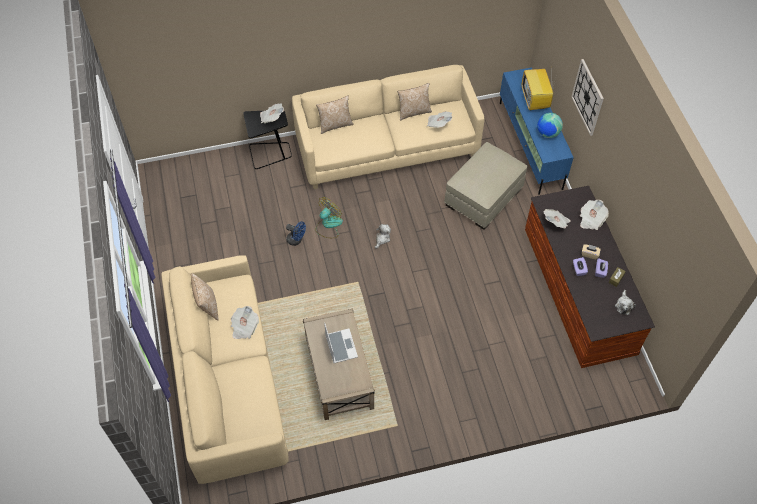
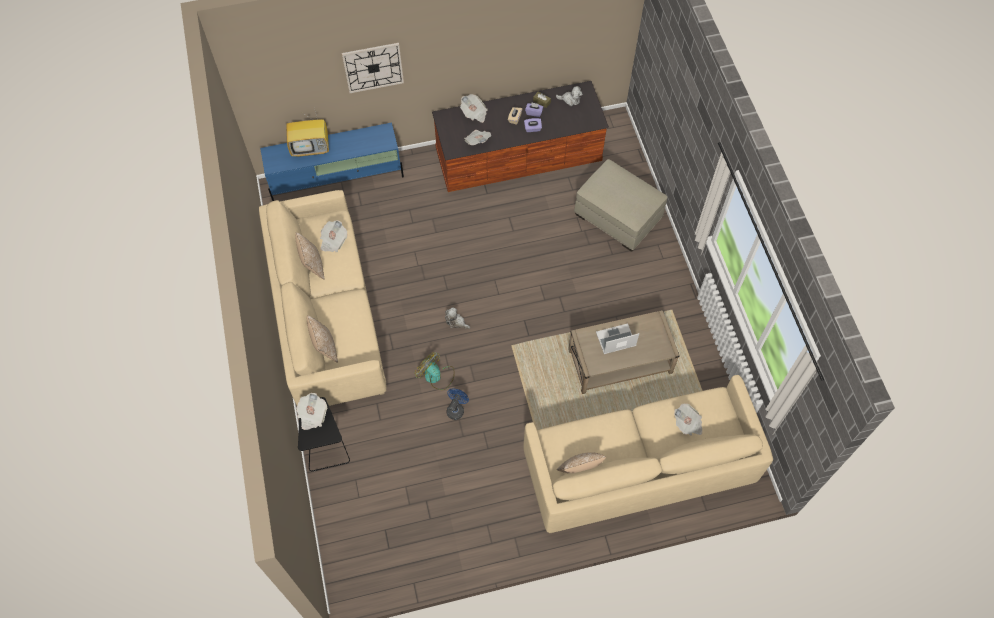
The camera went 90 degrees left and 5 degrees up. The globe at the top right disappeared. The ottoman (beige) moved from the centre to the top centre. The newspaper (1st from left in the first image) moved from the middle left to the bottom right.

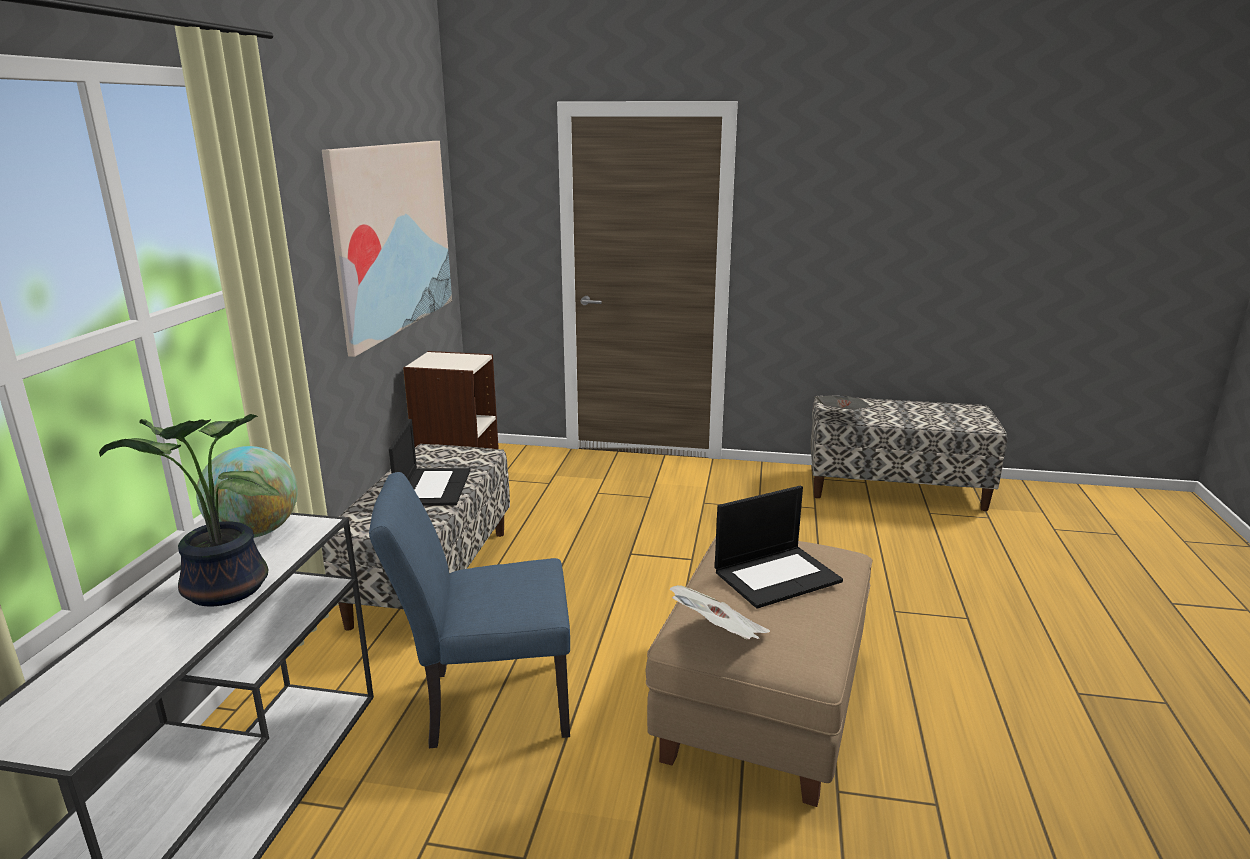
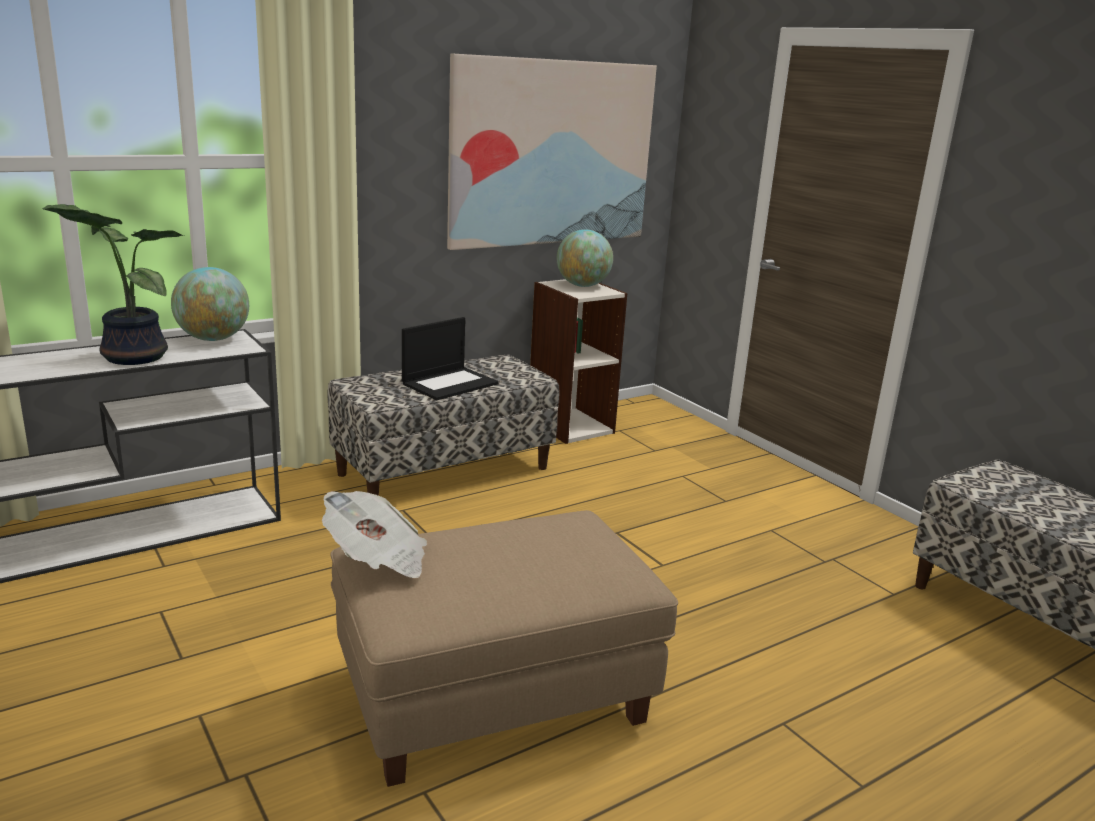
The camera went 45 degrees right and 0 degrees up. The newspaper (2nd from left) at the middle right disappeared. The chair (blue) at the bottom centre disappeared. The laptop (2nd from left) at the centre disappeared. The globe (2nd from left) at the top centre appeared.

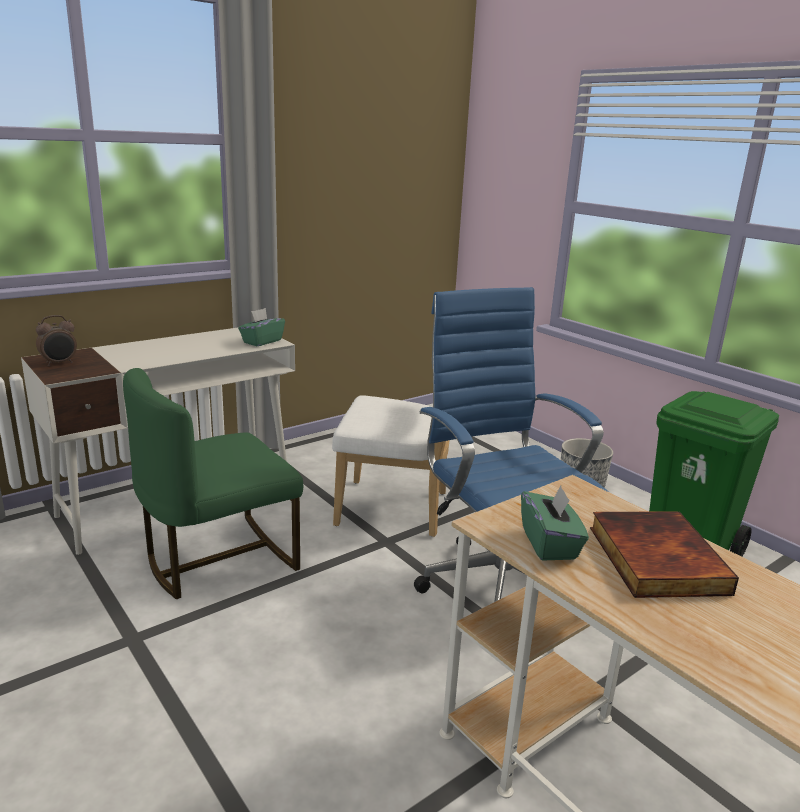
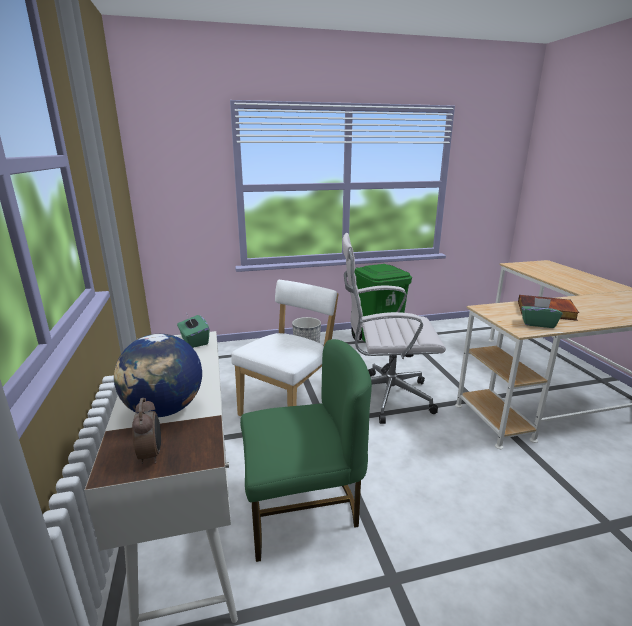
The camera went 65 degrees left and 0 degrees up. The office chair (blue) at the centre became the office chair (white) at the centre. The chair (green) at the middle left turned 90 degrees counterclockwise. The globe at the middle left appeared.

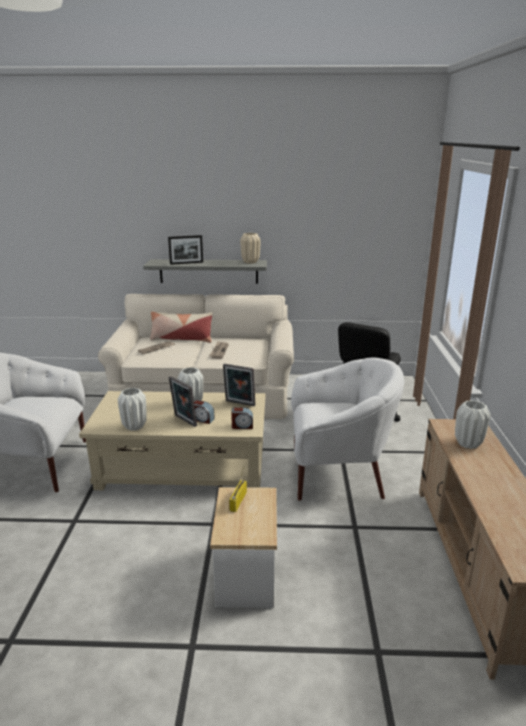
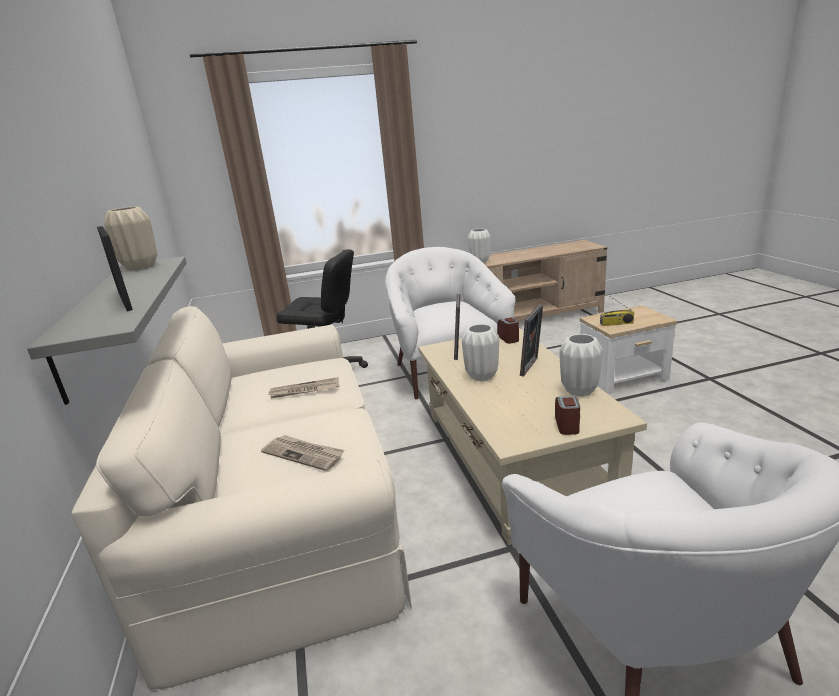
The camera went 105 degrees left and 0 degrees up. The pillow at the centre disappeared. The alarm clock (1st from left in the first image) moved from the centre to the middle right.

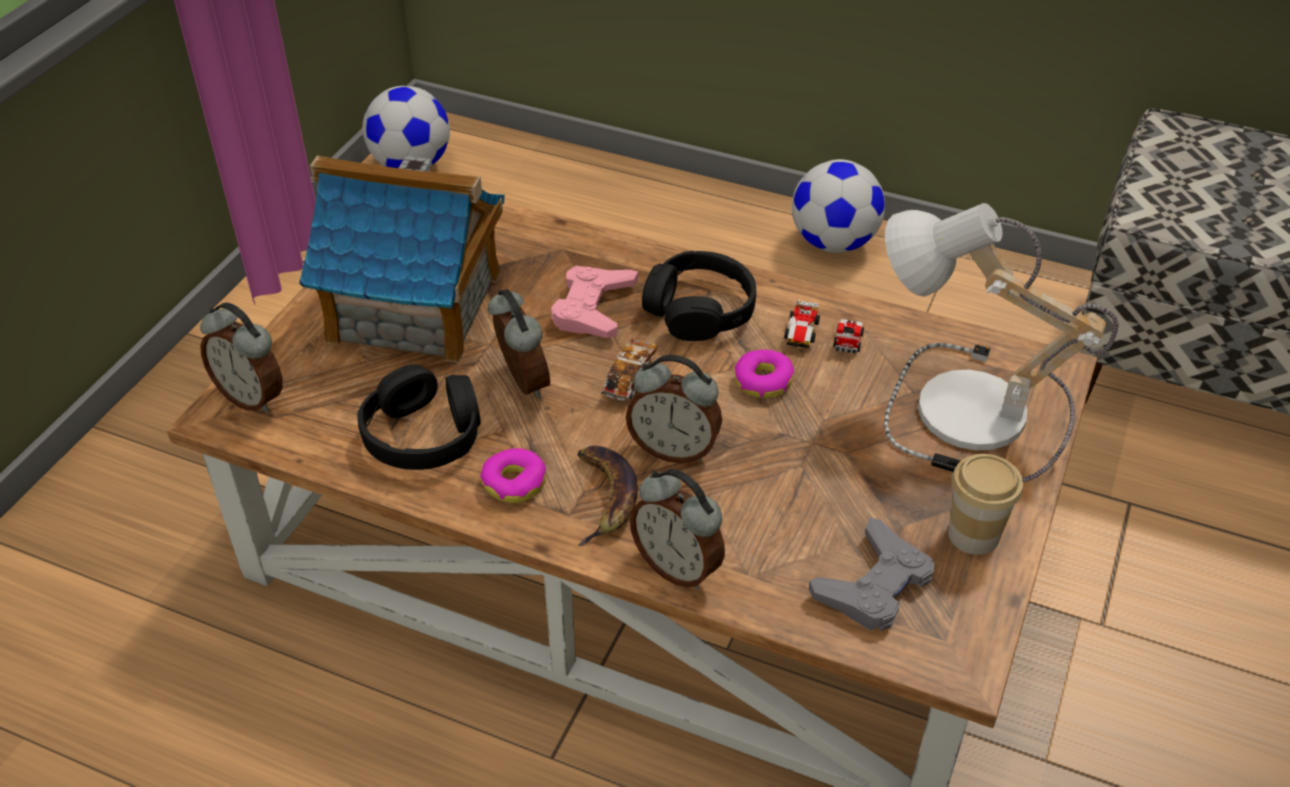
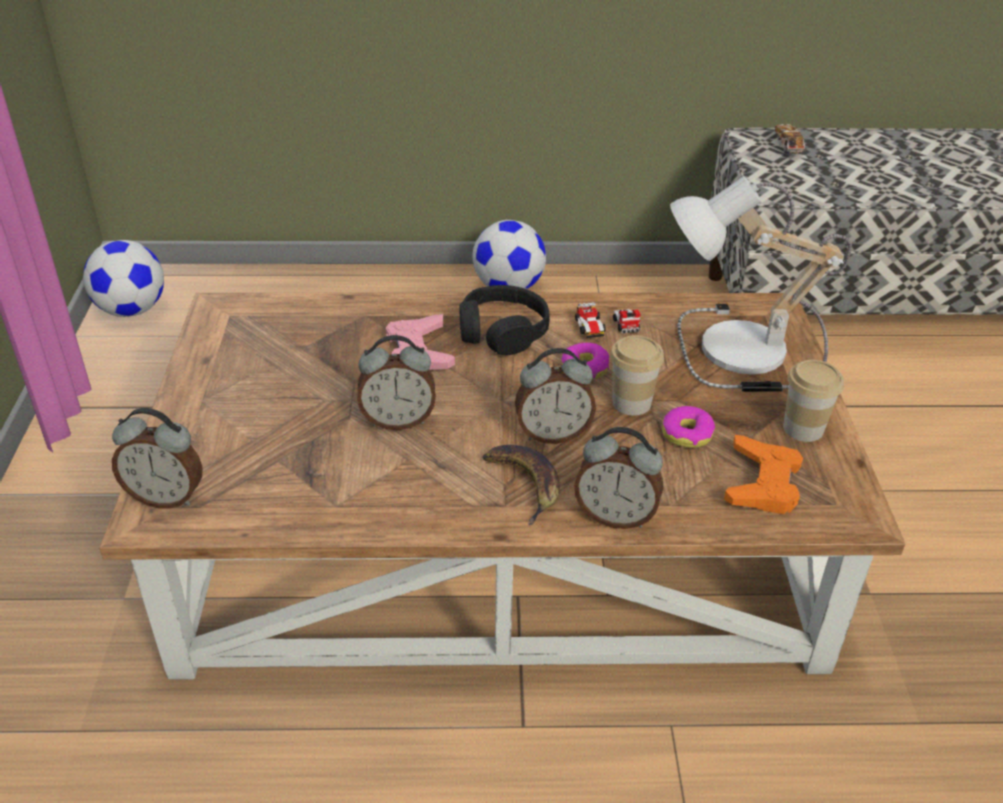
The camera went 25 degrees left and 5 degrees down. The toy house at the top left disappeared. The alarm clock (2nd from left) at the centre turned 135 degrees clockwise. The toy car (1st from left in the first image) moved from the centre to the top right. The headphones (black) (1st from left) at the middle left disappeared. The donut (1st from left in the first image) moved from the centre to the middle right. The game controller (grey) at the bottom right became the game controller (orange) at the middle right. The cup (1st from left) at the centre appeared.

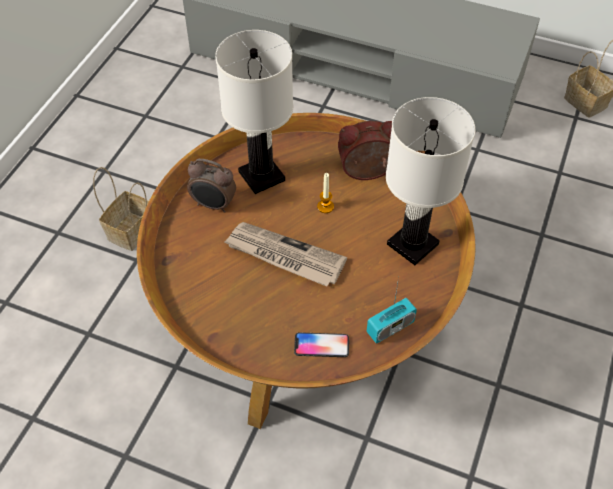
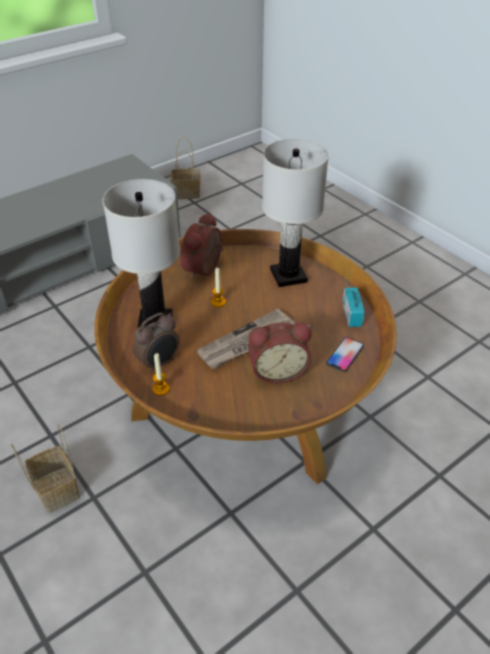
The camera went 60 degrees left and 10 degrees down. The alarm clock (3rd from left) at the centre appeared. The candle (1st from left) at the middle left appeared.

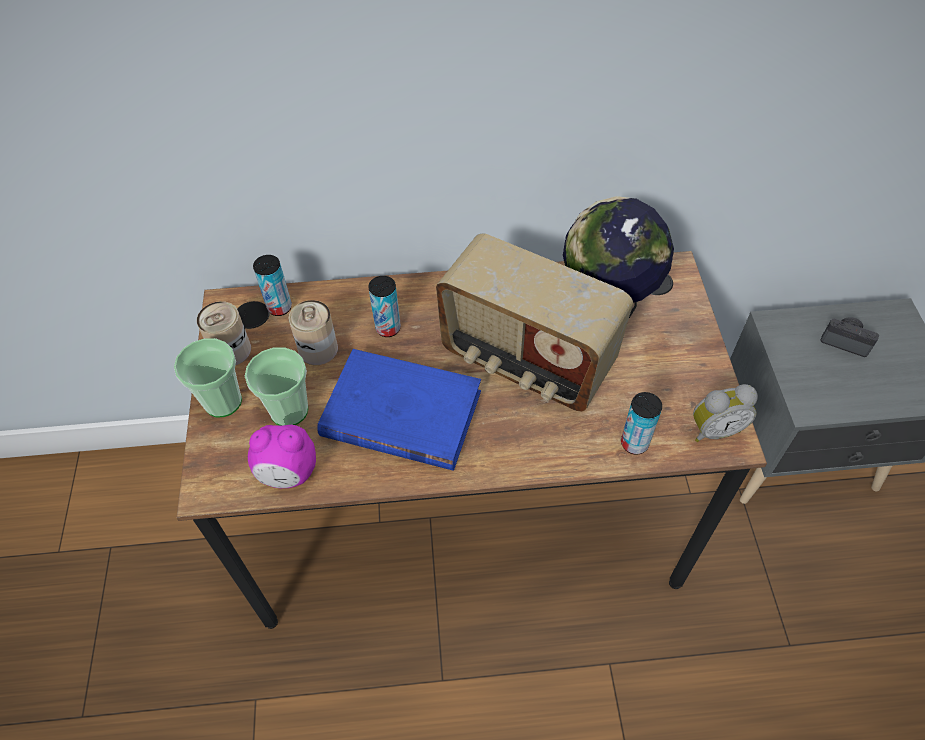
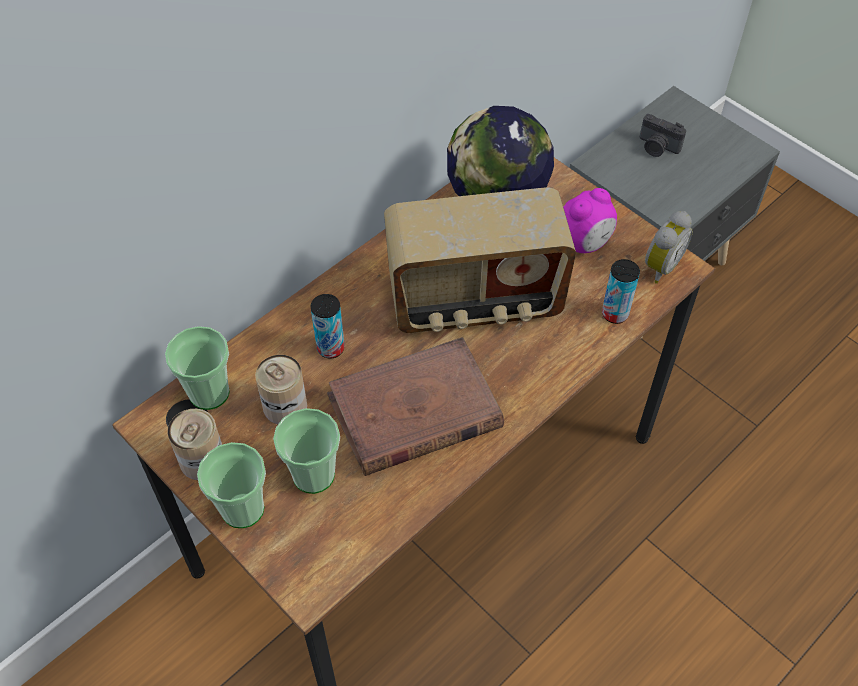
The camera went 40 degrees left and 0 degrees up. The can (2nd from left) at the middle left was replaced by the cup (1st from left) at the middle left. The photo camera at the middle right turned 135 degrees counterclockwise. The book (blue) at the centre became the book (brown) at the centre. The alarm clock (1st from left) moved from the middle left to the top right.

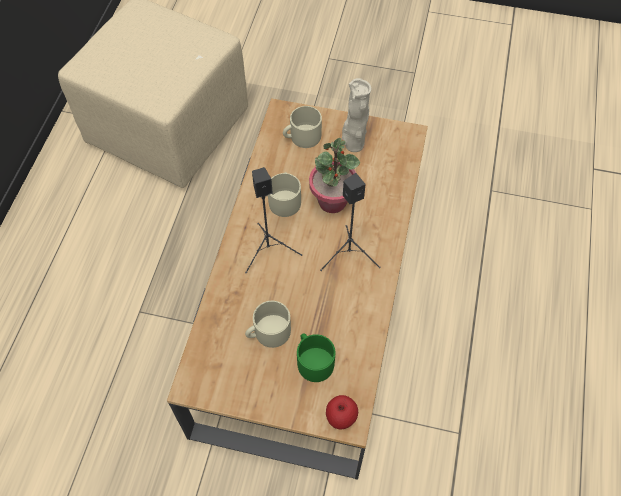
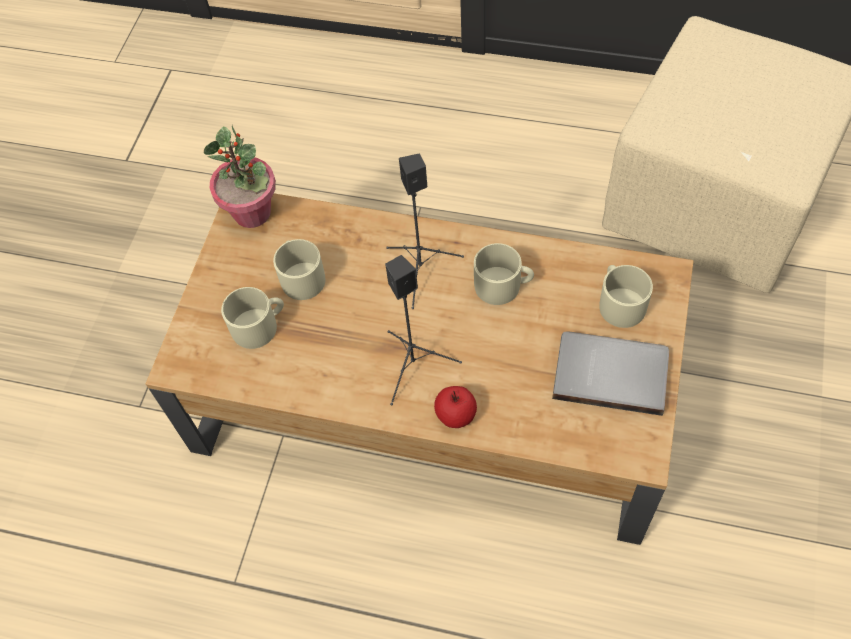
The camera went 95 degrees right and 0 degrees up. The vase (beige) at the top centre was replaced by the book (grey) at the middle right. The potted plant moved from the centre to the top left. The mug (green) at the bottom centre became the mug (beige) (1st from left) at the middle left. The apple moved from the bottom centre to the centre.

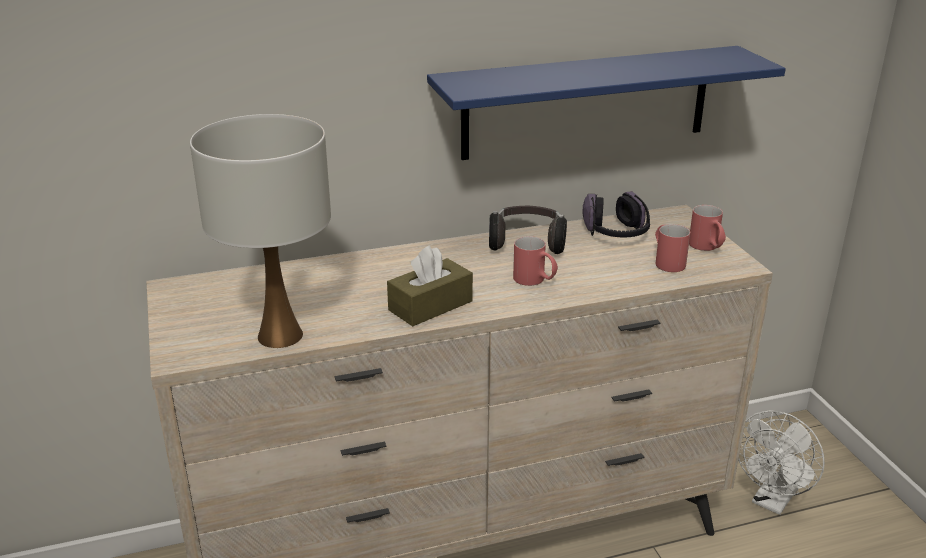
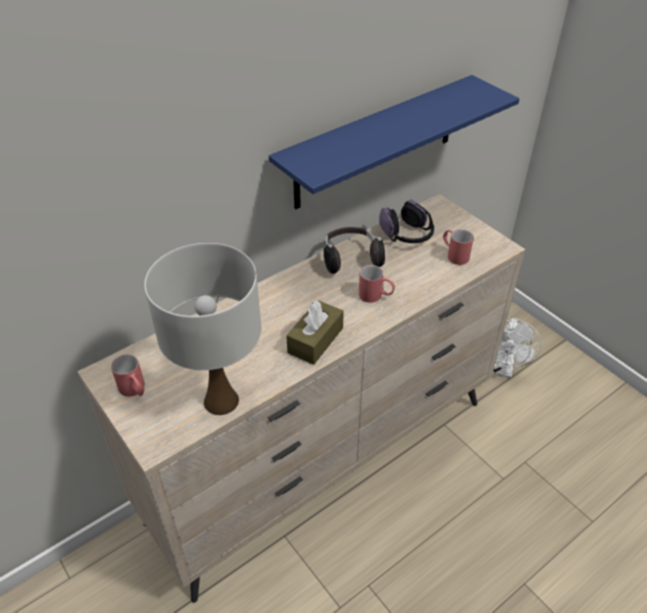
The camera went 20 degrees left and 15 degrees up. The mug (red) (3rd from left in the first image) moved from the middle right to the middle left.

